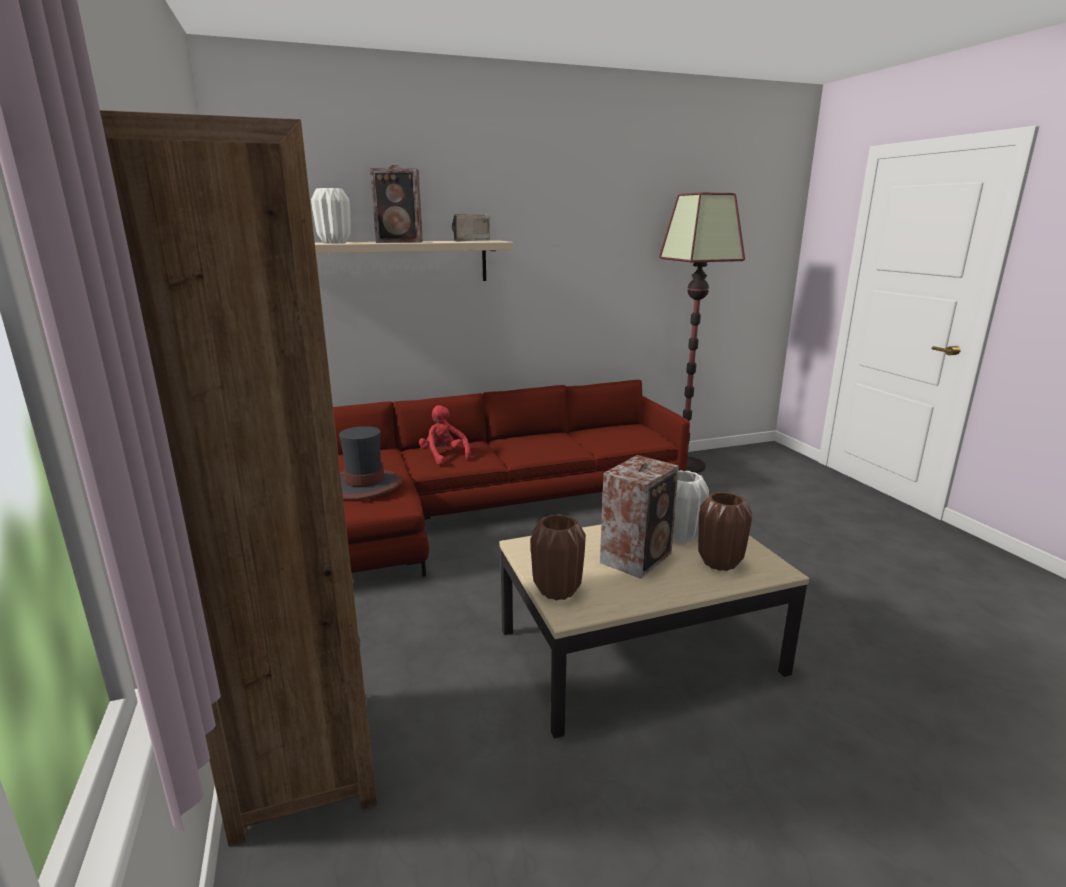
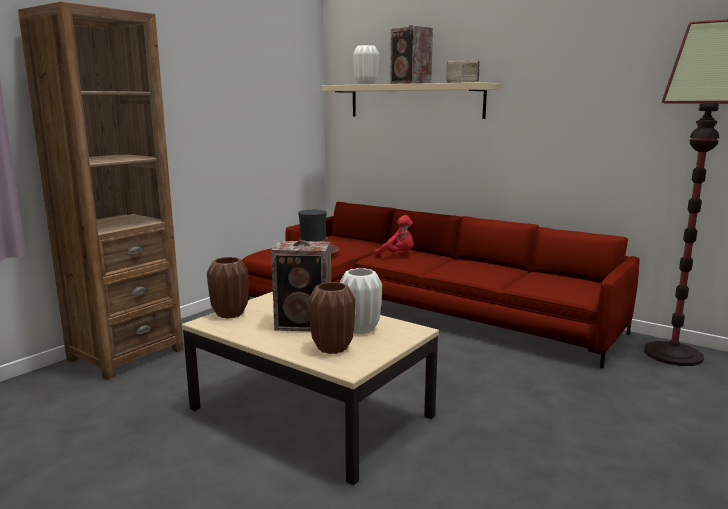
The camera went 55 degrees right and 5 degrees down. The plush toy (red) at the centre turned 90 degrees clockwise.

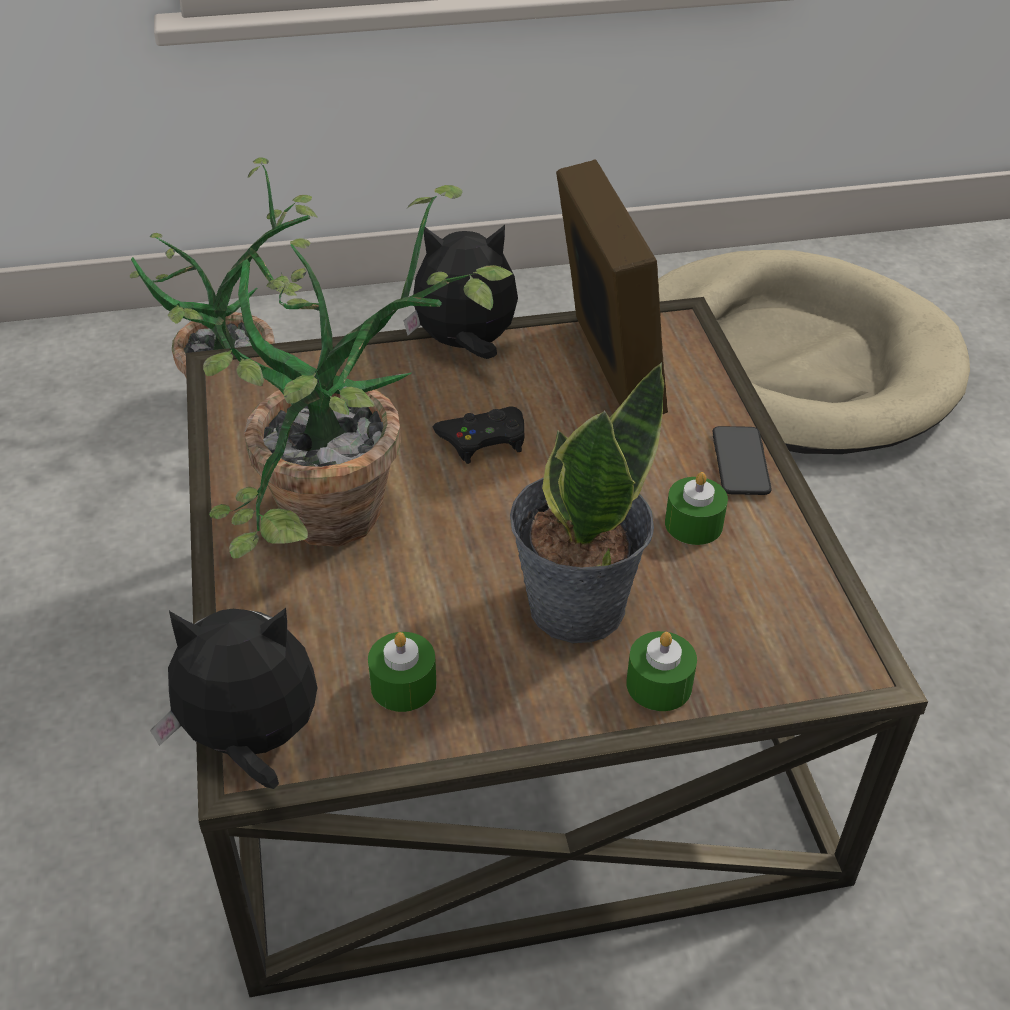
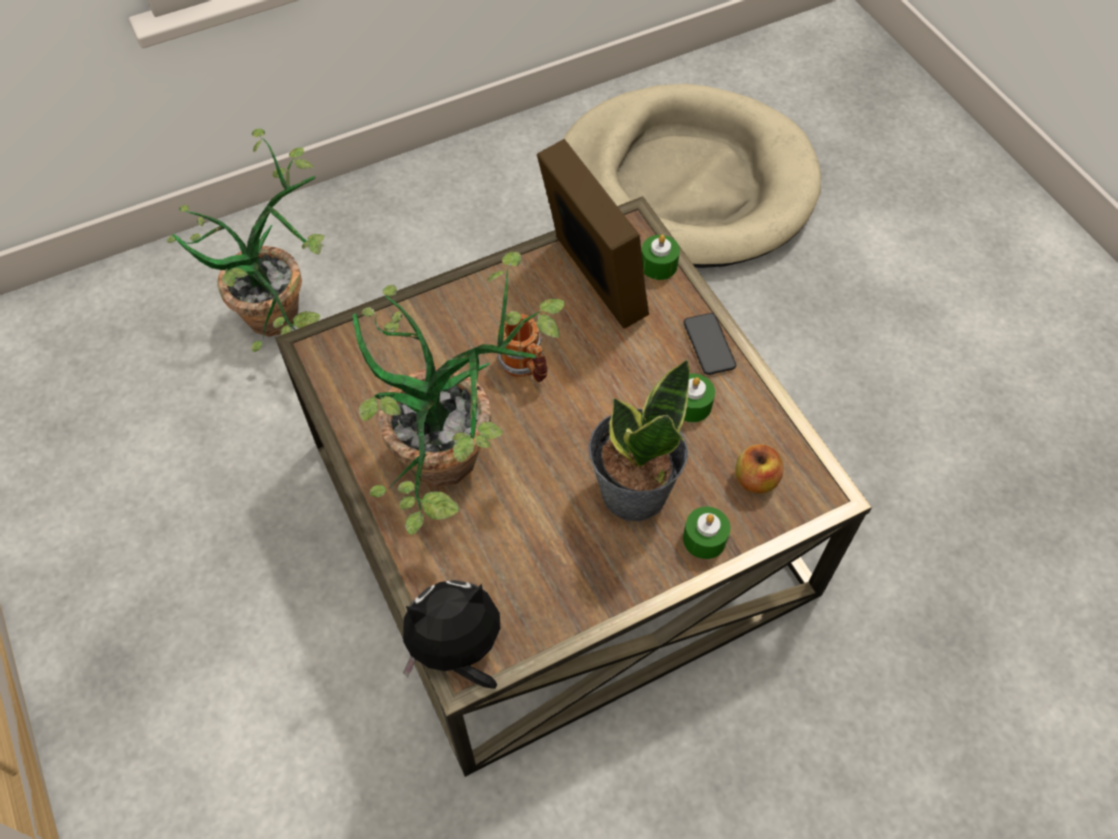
The camera went 15 degrees left and 15 degrees up. The plush toy (2nd from left) at the top centre disappeared. The game controller (black) at the centre was replaced by the mug at the centre. The candle (green) (1st from left) moved from the centre to the top centre. The apple at the middle right appeared.

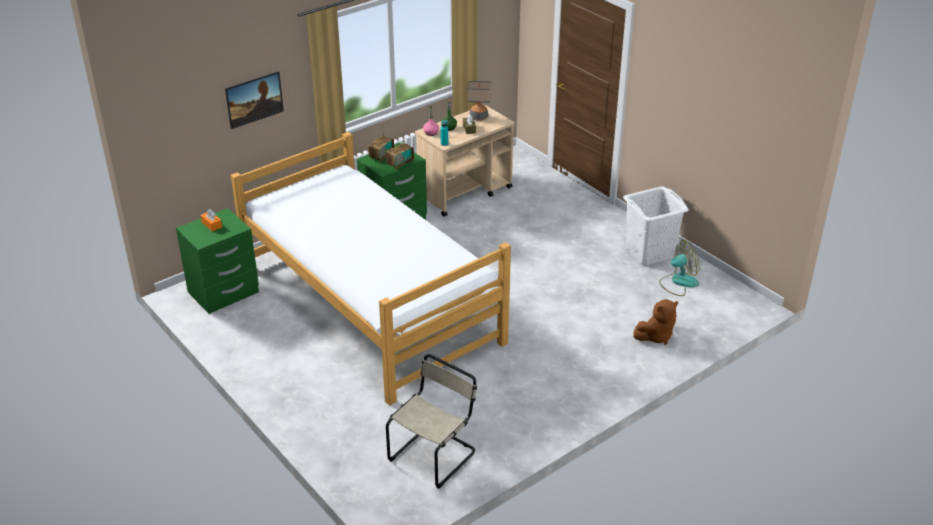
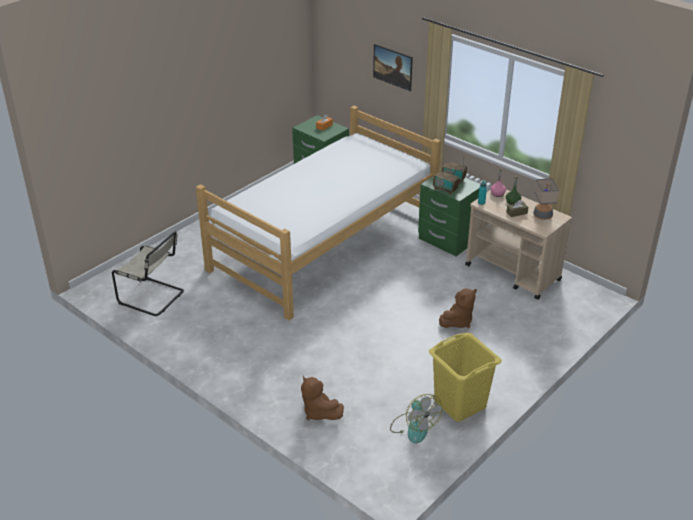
The camera went 80 degrees right and 0 degrees up. The laundry basket (white) at the middle right became the laundry basket (yellow) at the bottom right. The plush toy (brown) (2nd from left) at the centre appeared.

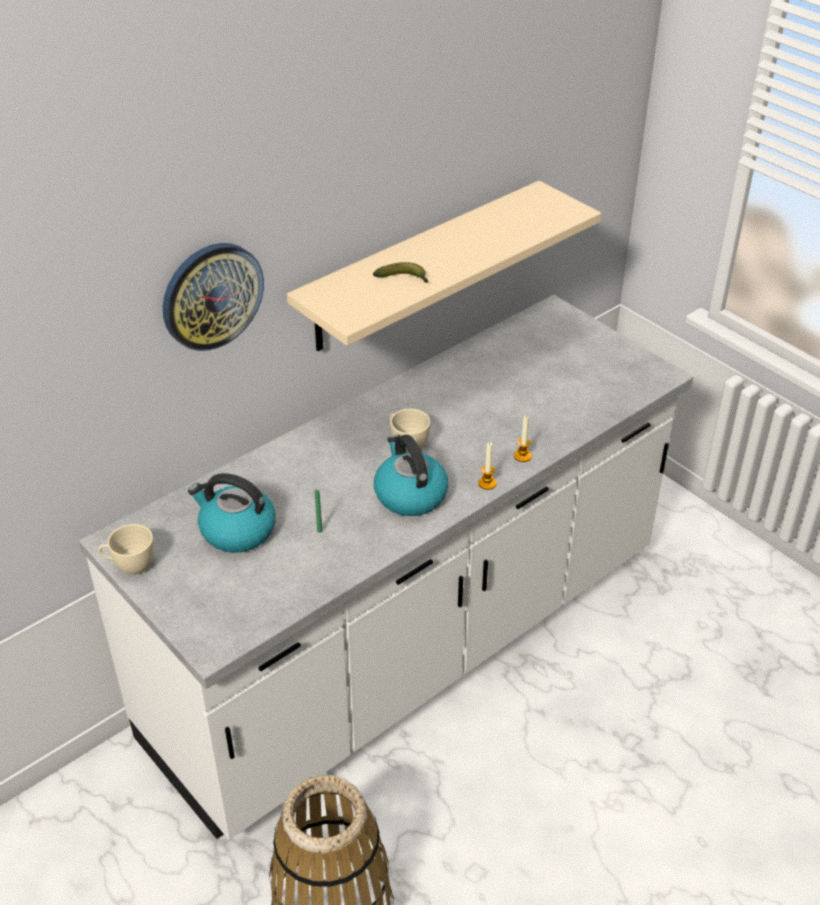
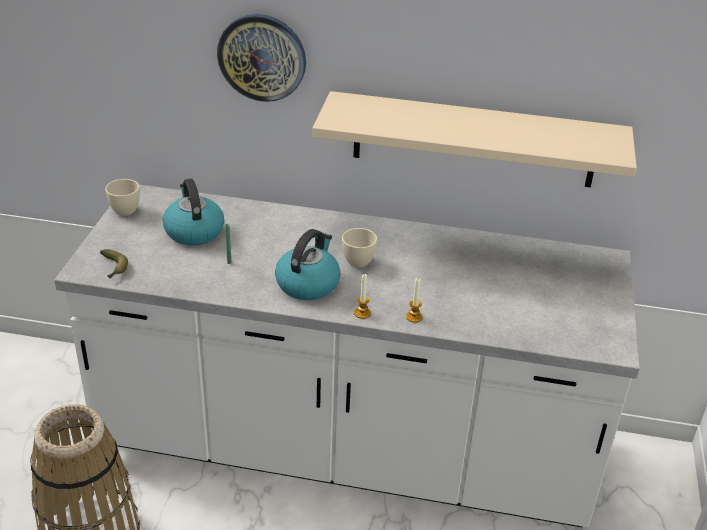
The camera went 50 degrees right and 5 degrees down. The banana moved from the top centre to the middle left.

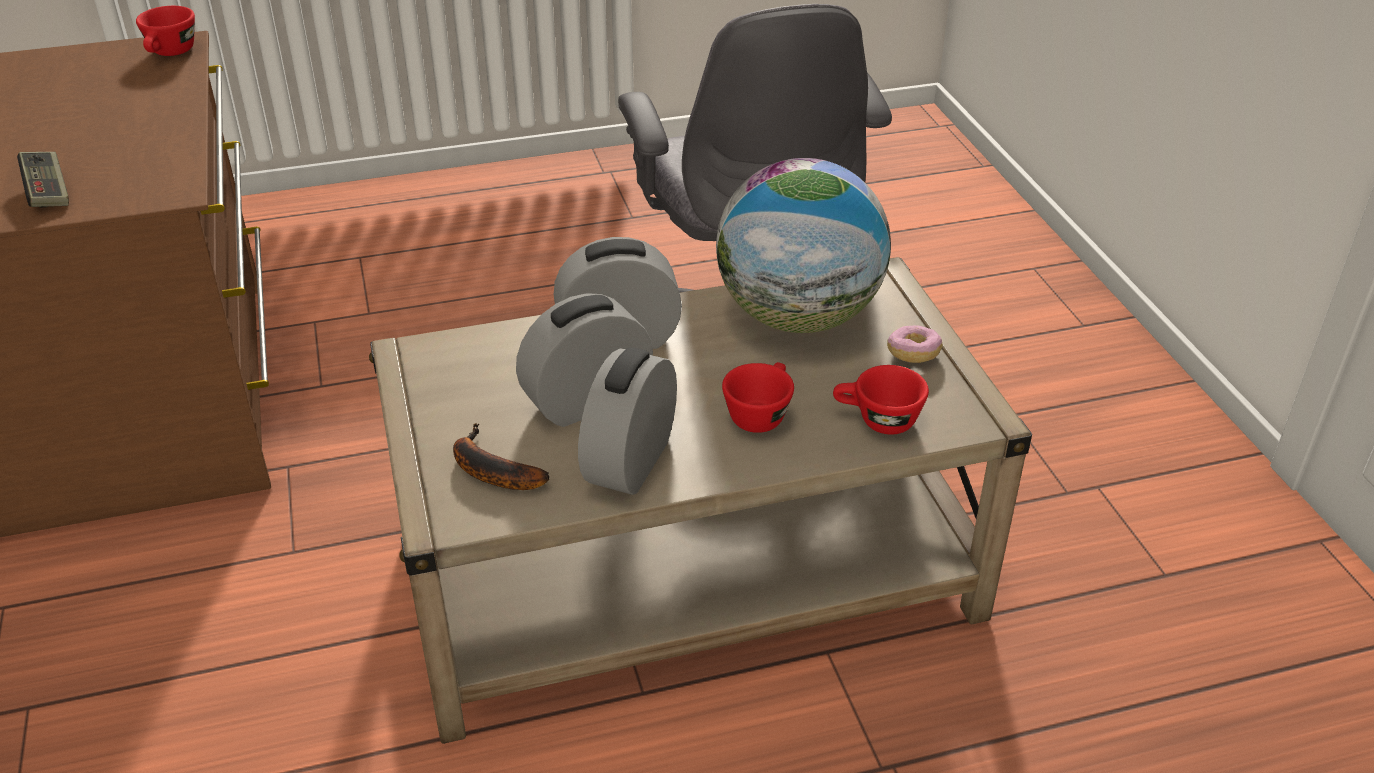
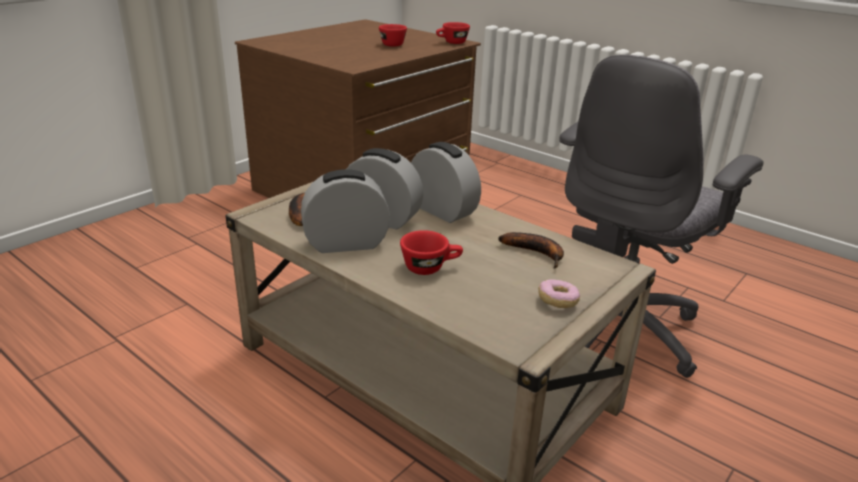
The camera went 55 degrees right and 10 degrees down. The game controller at the top left disappeared. The globe at the top centre was replaced by the banana (2nd from left) at the centre. The cup (red) (3rd from left in the first image) moved from the centre to the top centre.

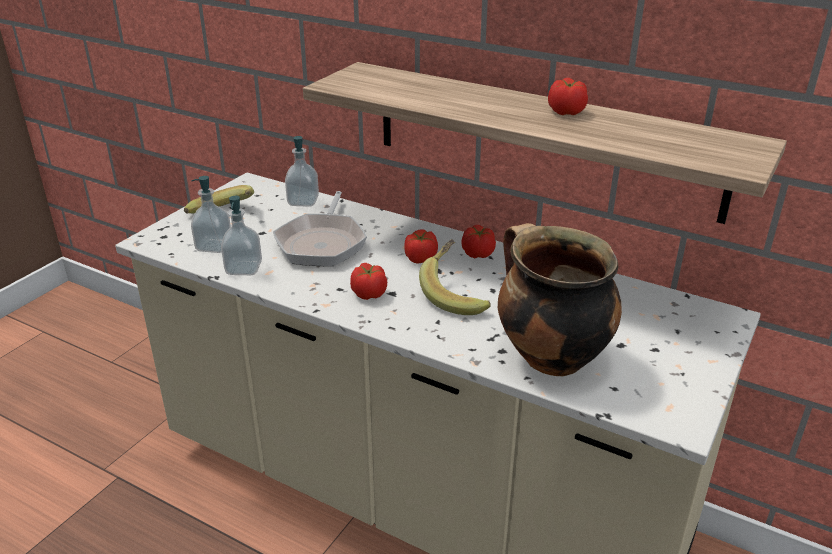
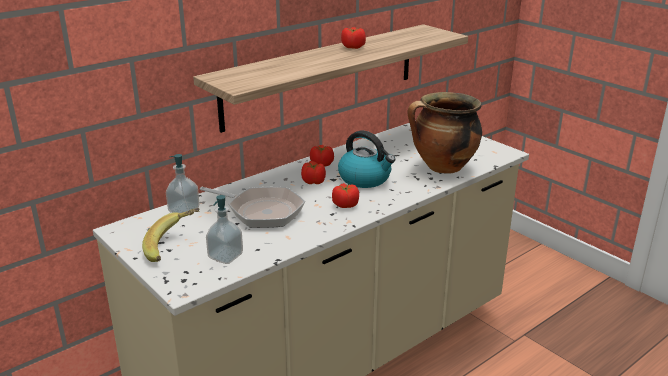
The camera went 70 degrees left and 5 degrees down. The soap dispenser (2nd from left) at the middle left disappeared. The banana (2nd from left) at the centre was replaced by the kettle at the centre.

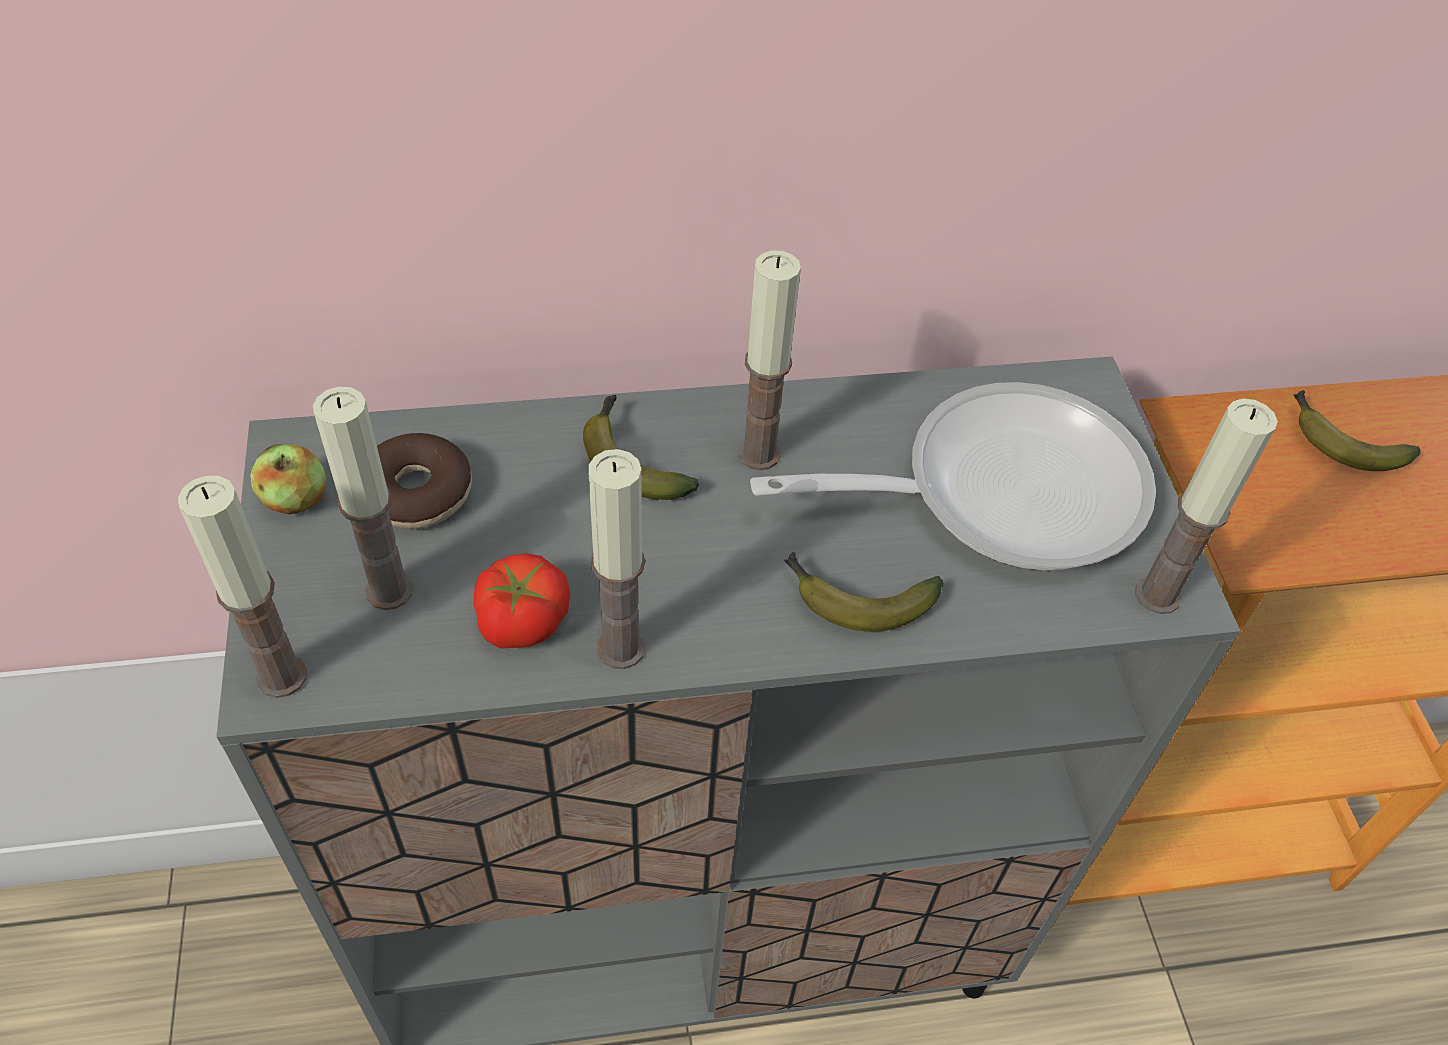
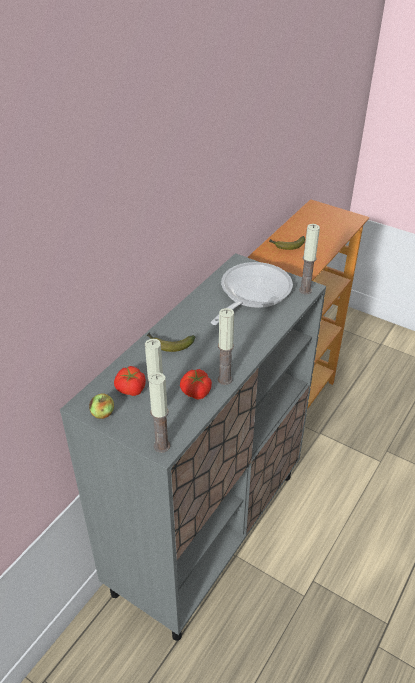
The camera went 45 degrees left and 10 degrees down. The candle (4th from left) at the centre disappeared. The donut at the middle left was replaced by the tomato (1st from left) at the middle left. The banana (2nd from left) at the centre disappeared.

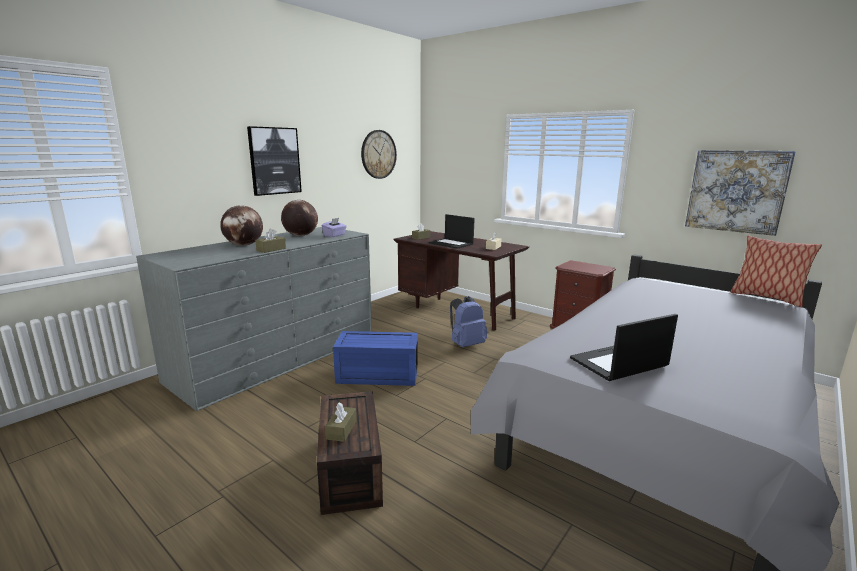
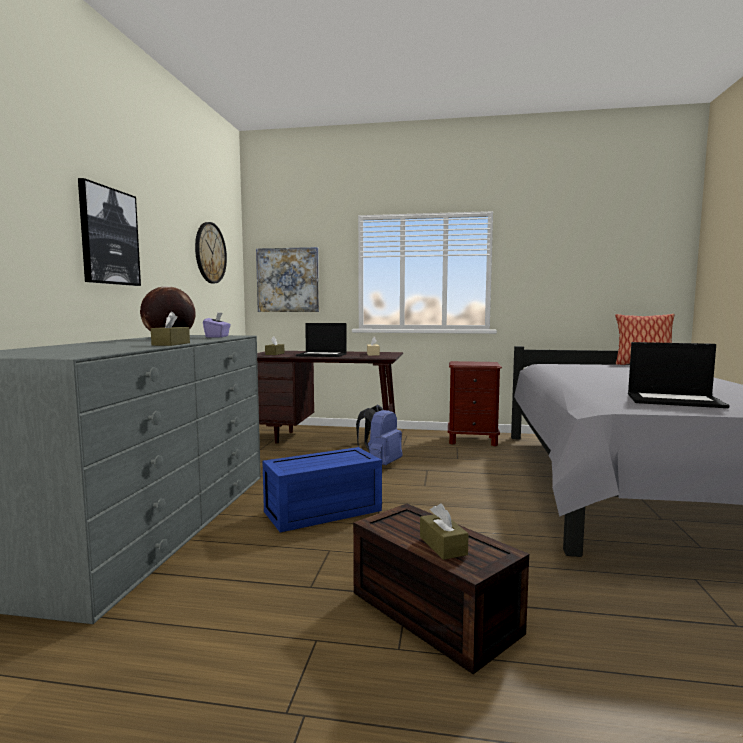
The camera went 30 degrees left and 10 degrees down. The picture (2nd from left) moved from the middle right to the centre. The globe (1st from left) at the middle left disappeared. The laptop (2nd from left) at the middle right turned 105 degrees counterclockwise.

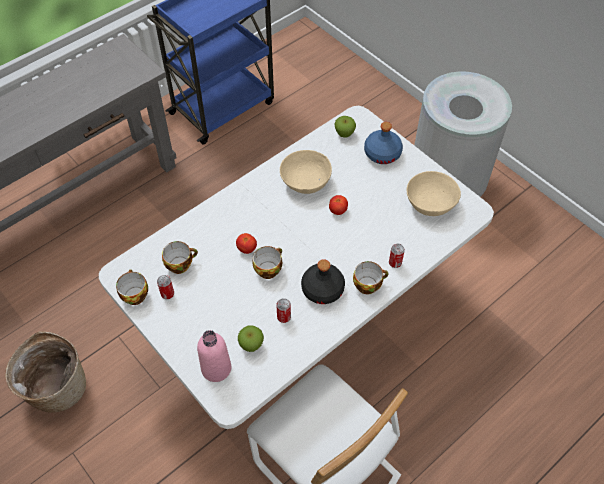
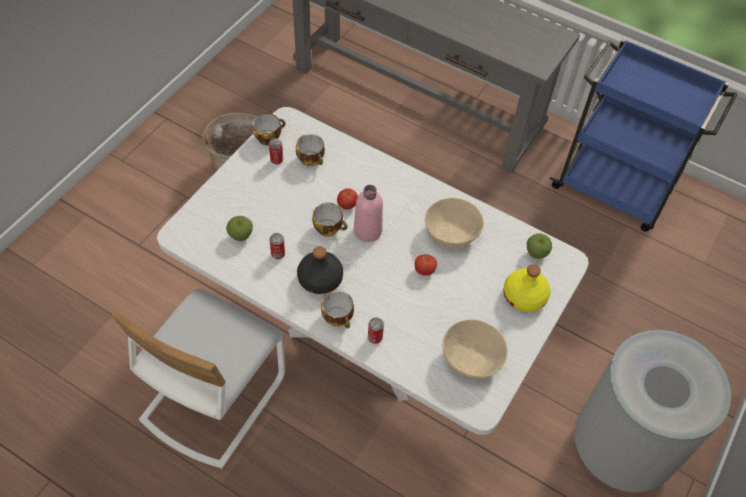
The camera went 70 degrees right and 0 degrees up. The bottle (blue) at the top centre became the bottle (yellow) at the middle right. The bottle (pink) moved from the bottom centre to the centre.

